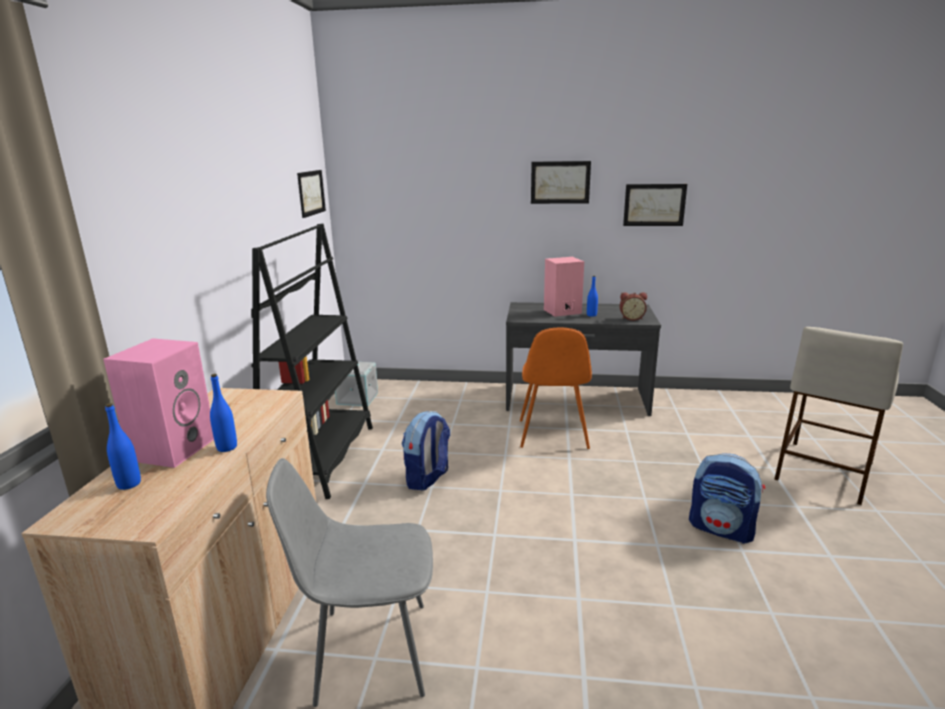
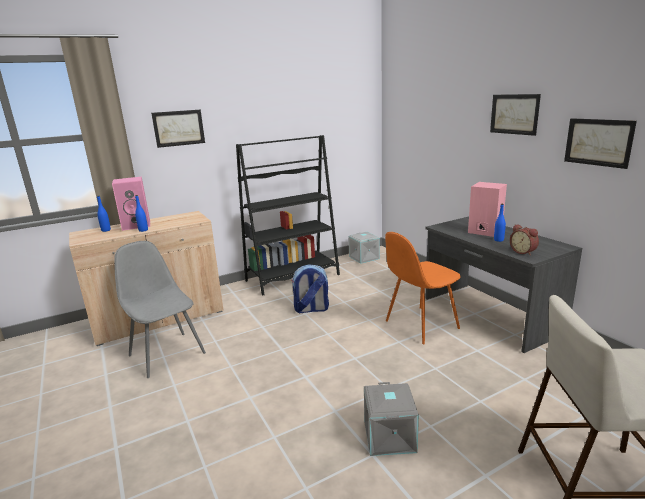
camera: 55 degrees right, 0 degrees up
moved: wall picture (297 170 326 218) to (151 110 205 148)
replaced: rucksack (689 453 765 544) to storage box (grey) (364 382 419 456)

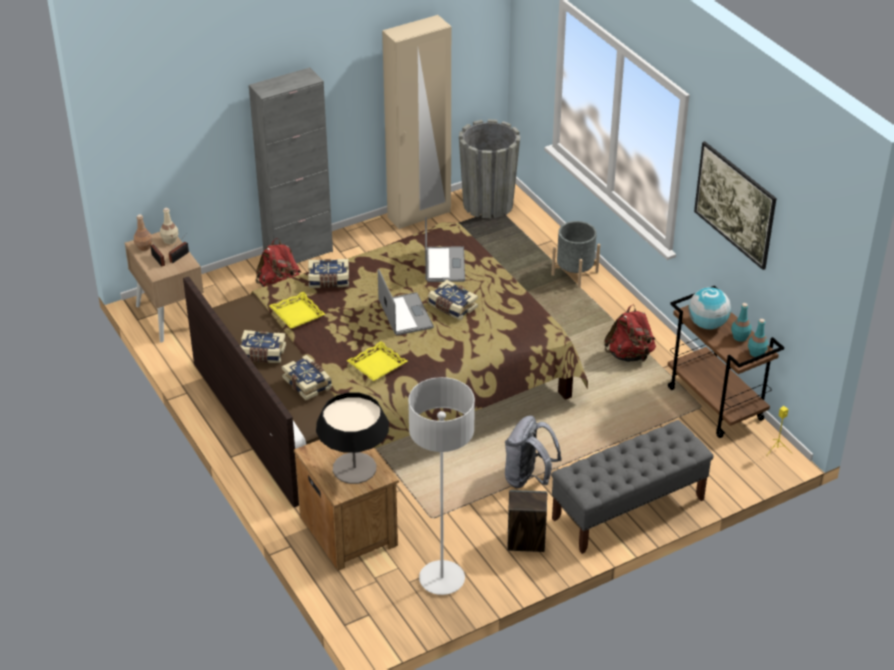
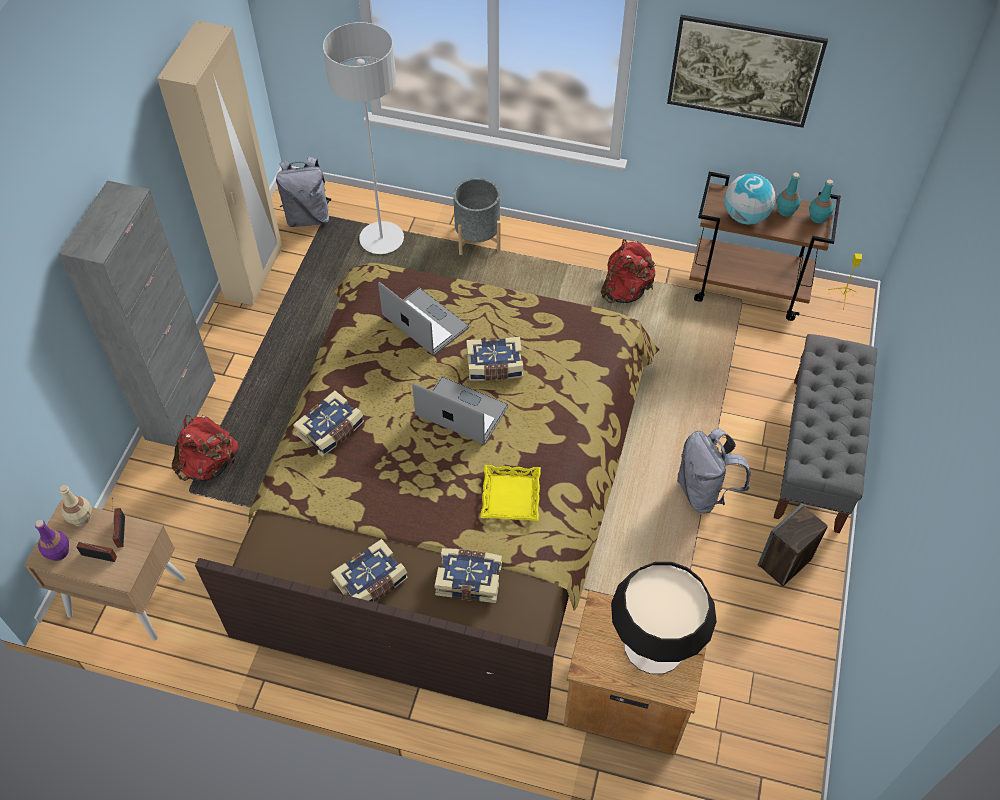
camera: 45 degrees left, 15 degrees up
removed: tray (yellowish) (269 292 325 329)
moved: standard lamp (grey) (408 377 475 595) to (323 22 404 254)
replaced: plant pot (grey) (459 119 521 218) to rucksack (grey) (276 157 331 227)
recoloured: bottle (brownish) (134 214 152 251) to bottle (purple-coloured) (35 520 69 561)

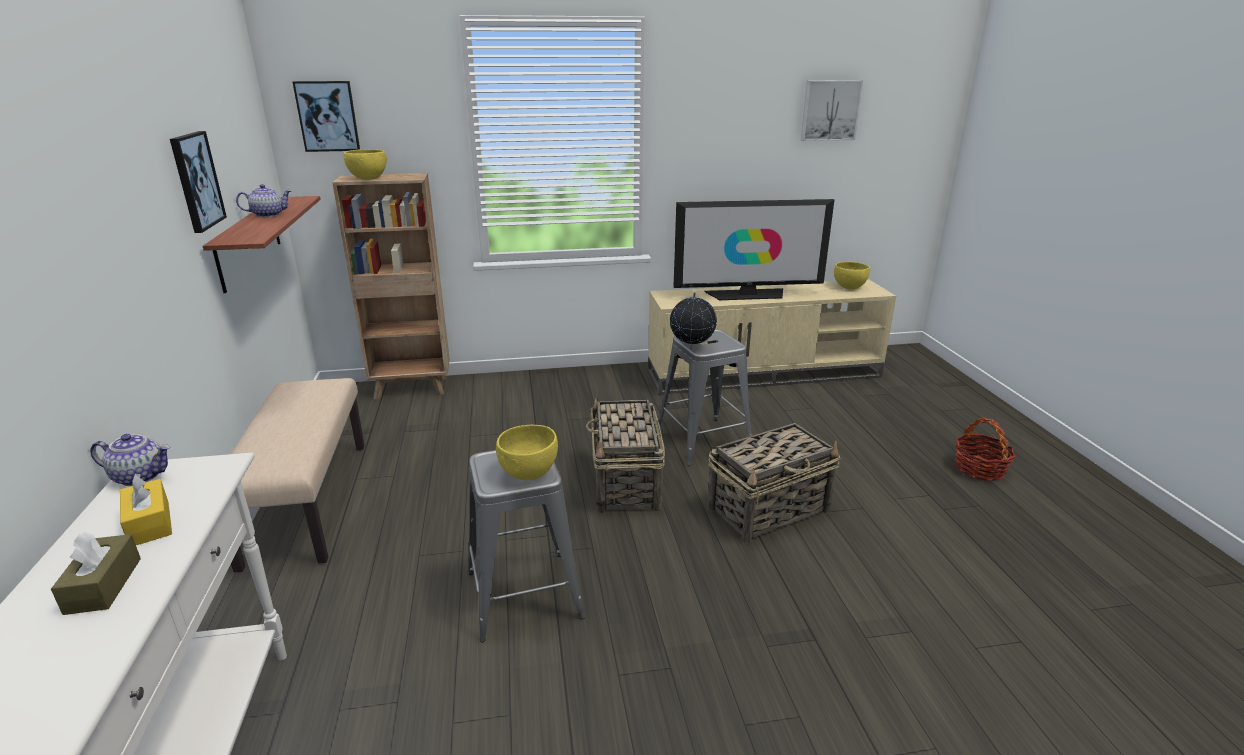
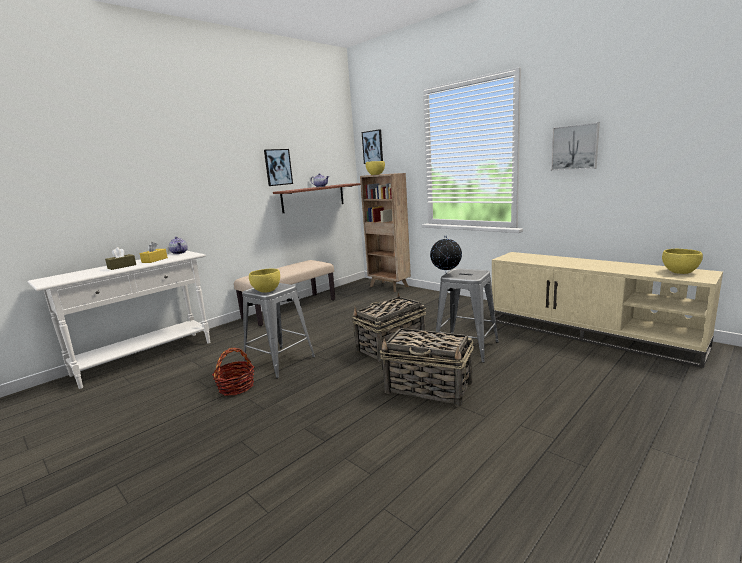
camera: 55 degrees right, 10 degrees down
removed: TV set (673 199 835 300)
moved: wall picture (801 80 863 141) to (551 122 600 171); basket (954 417 1015 481) to (212 348 254 395)

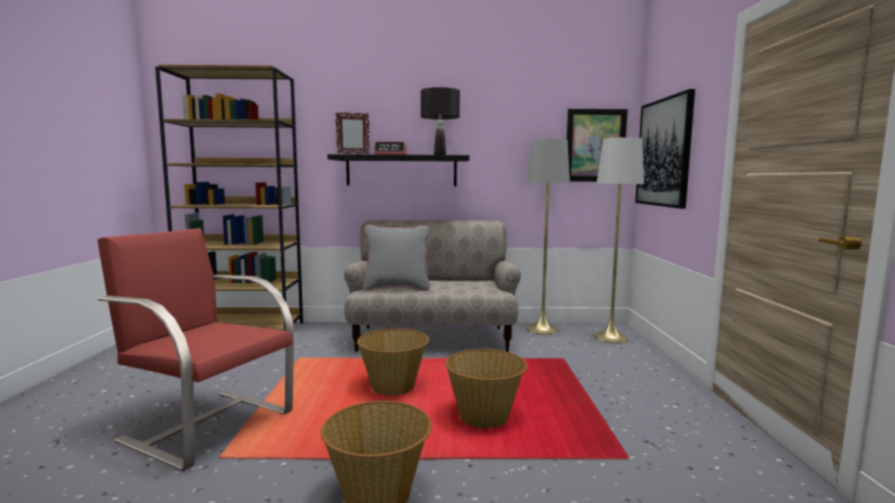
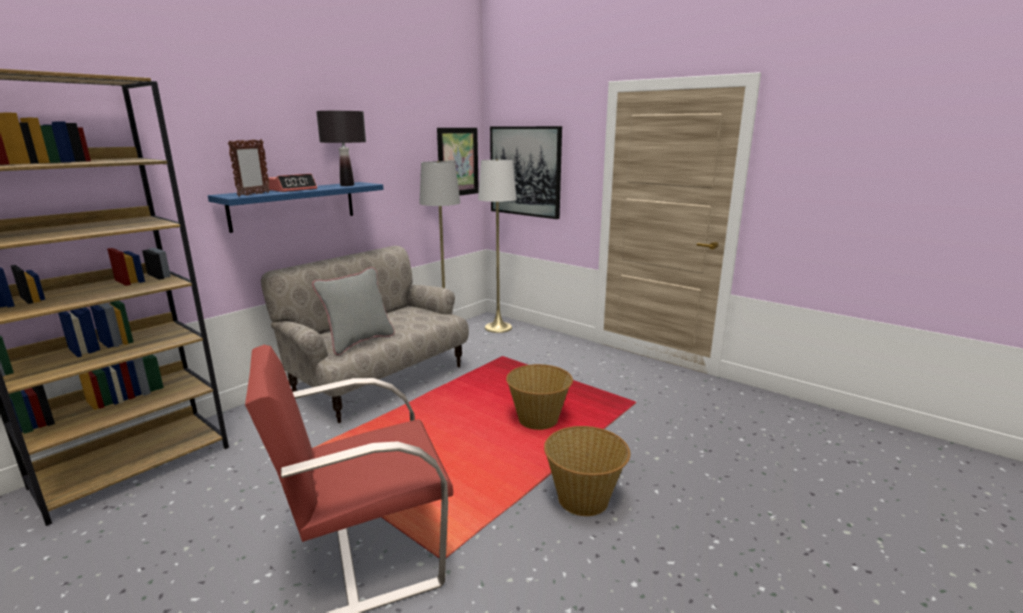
camera: 50 degrees left, 10 degrees up
removed: basket (357 328 429 395)
recoloured: bracket shelf (black-coloured) (327 154 469 186) to bracket shelf (blue-coloured) (208 182 384 233)

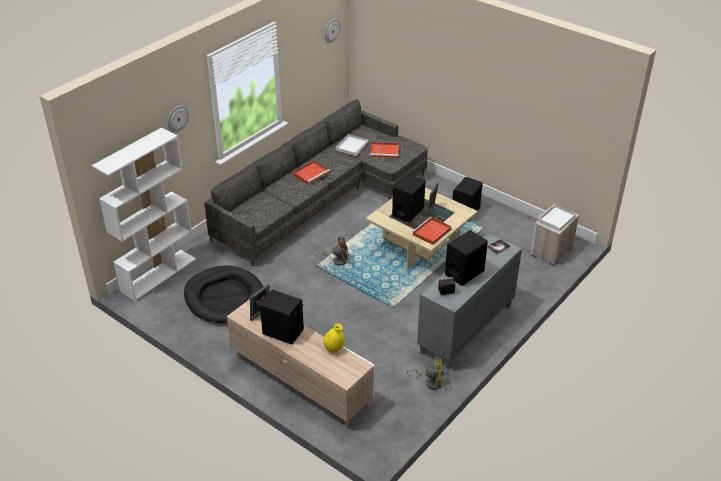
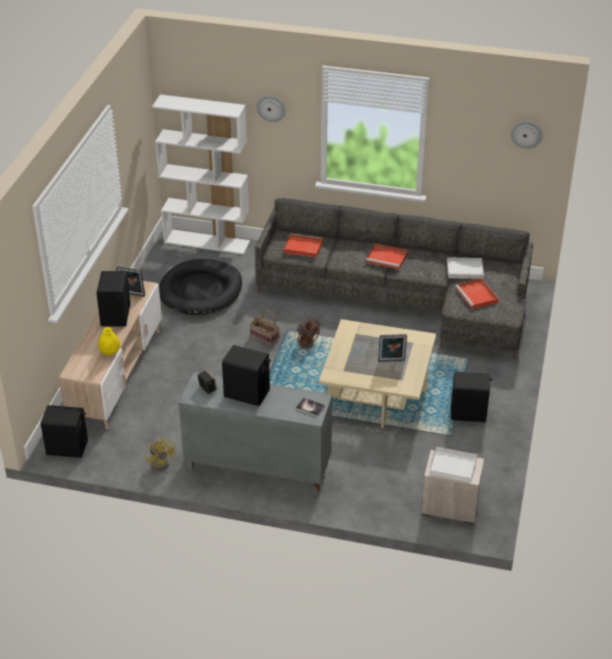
camera: 65 degrees right, 0 degrees up
added: basket (250 310 280 346)
moved: audio speaker (black-coloured) (392 174 425 223) to (41 405 88 458); tray (reddish) (412 217 451 245) to (283 233 323 258)

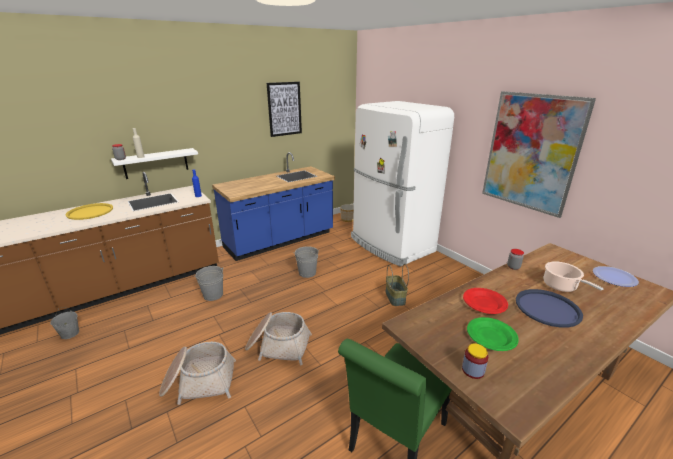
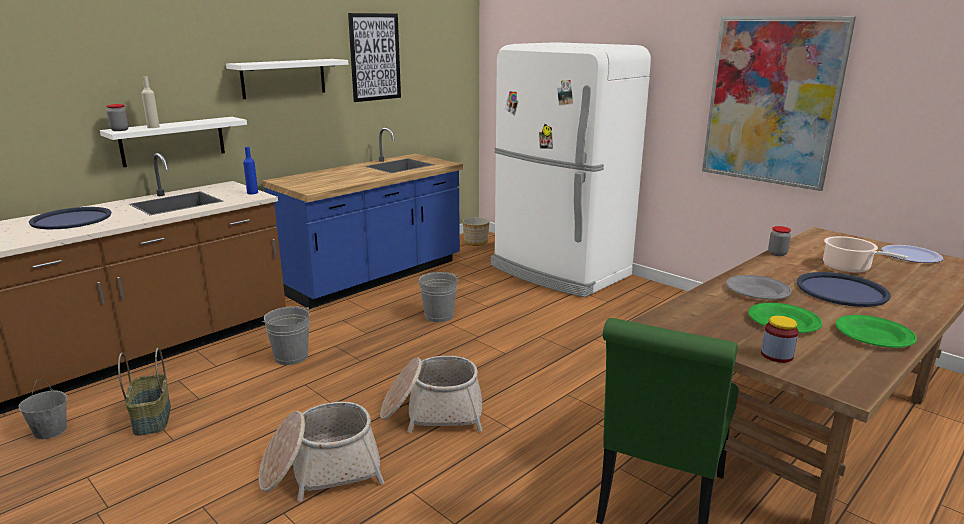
camera: 10 degrees left, 5 degrees down
added: bracket shelf (whitish) (226 59 348 99); flat dish (greenish) (835 315 917 348)
moved: basket (386 264 409 306) to (118 348 171 436)
recoloured: tray (yellowish) (66 203 113 220) to tray (blue-coloured) (29 207 111 229); flat dish (reddish) (463 288 508 314) to flat dish (grey) (726 275 792 299)

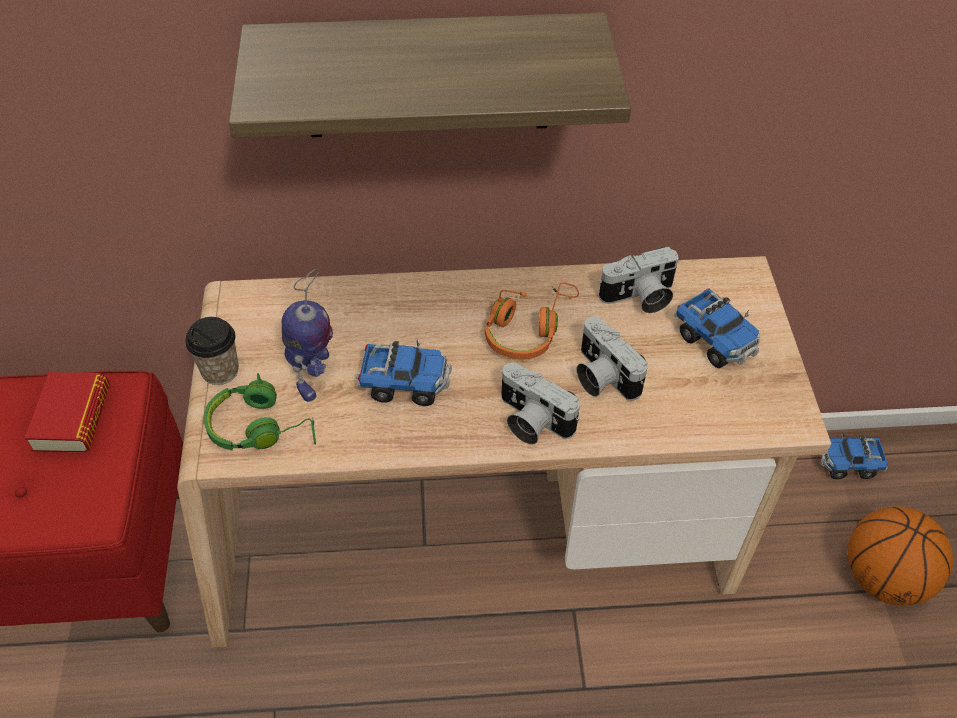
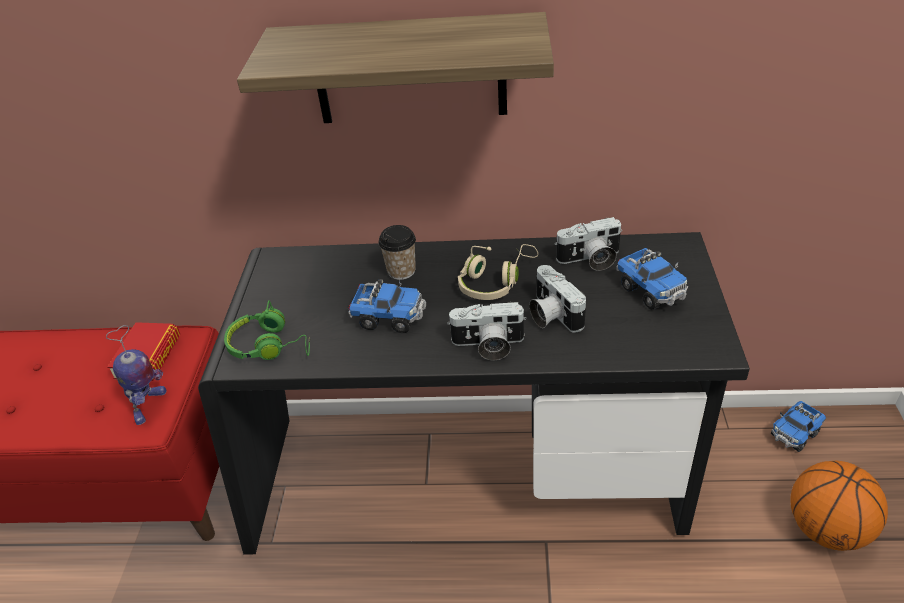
camera: 10 degrees right, 10 degrees down
moved: cup (185 317 239 385) to (378 225 416 280); model robot (282 269 333 402) to (106 325 167 425)
recoloured: desk (beige-coloured) (177 256 831 648) to desk (black-coloured) (198 232 750 554); headphones (orangey) (485 282 579 359) to headphones (beige-coloured) (458 244 538 300)
turned: still camera (501 363 580 445) = (447 302 527 360) 45 degrees counterclockwise; toy lorry (819 432 888 479) = (771 401 826 452) 45 degrees counterclockwise

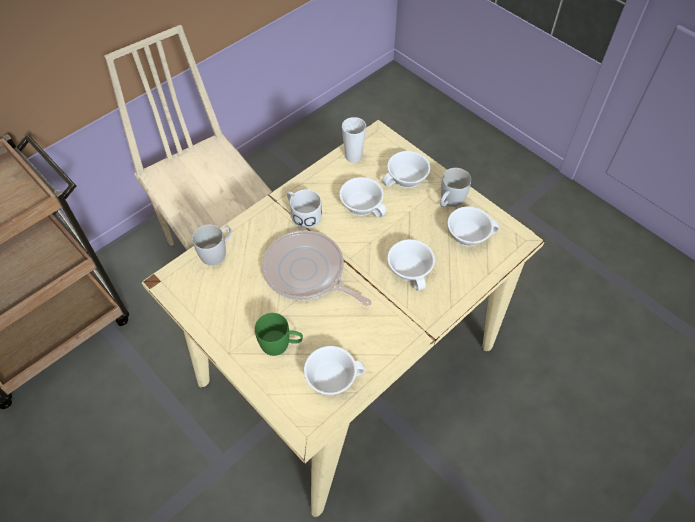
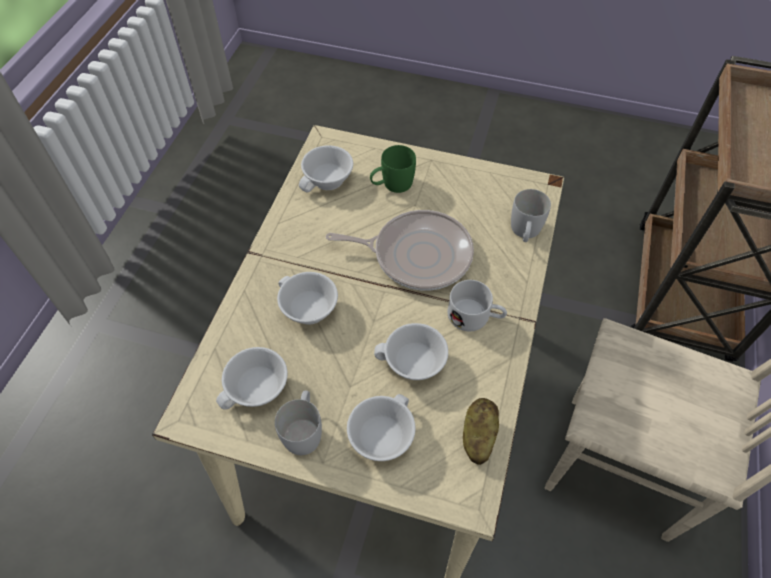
camera: 150 degrees right, 0 degrees up
replaced: cup (342 117 366 163) to whole potato (463 398 499 465)

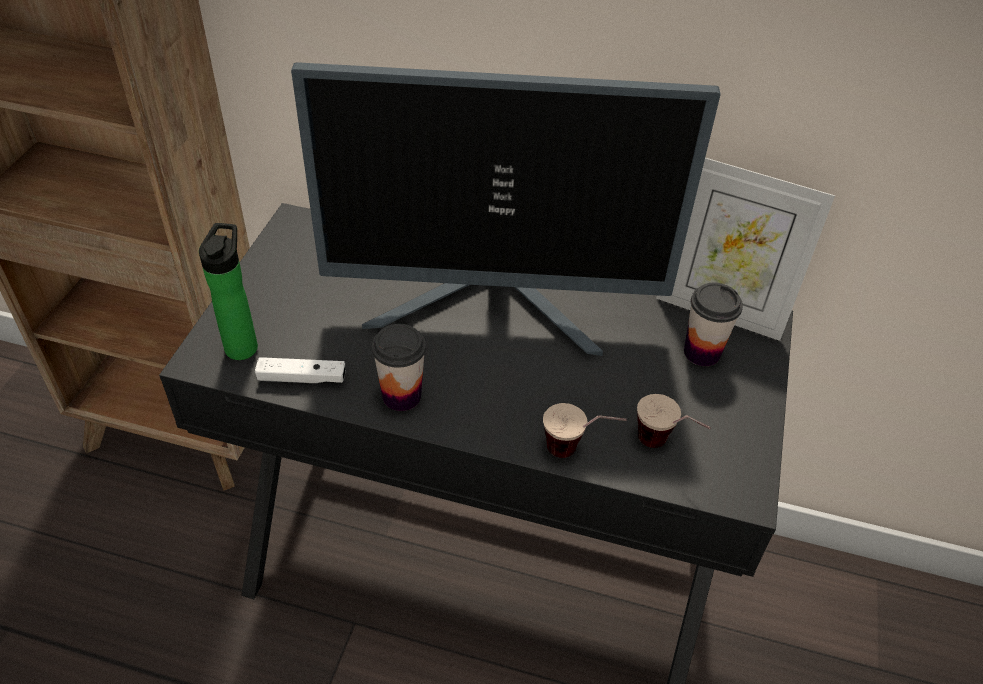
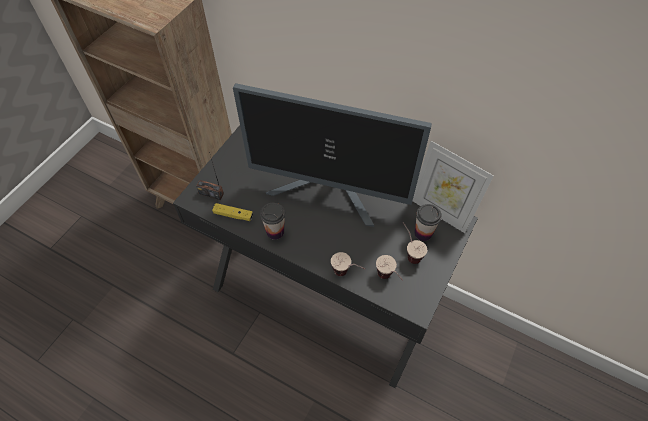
camera: 15 degrees right, 10 degrees up
added: cup (403 222 427 264)
replaced: bottle (199 223 258 360) to radio (196 152 224 200)
recoloured: joypad (whitish) (255 357 346 383) to joypad (yellowish) (212 203 253 221)

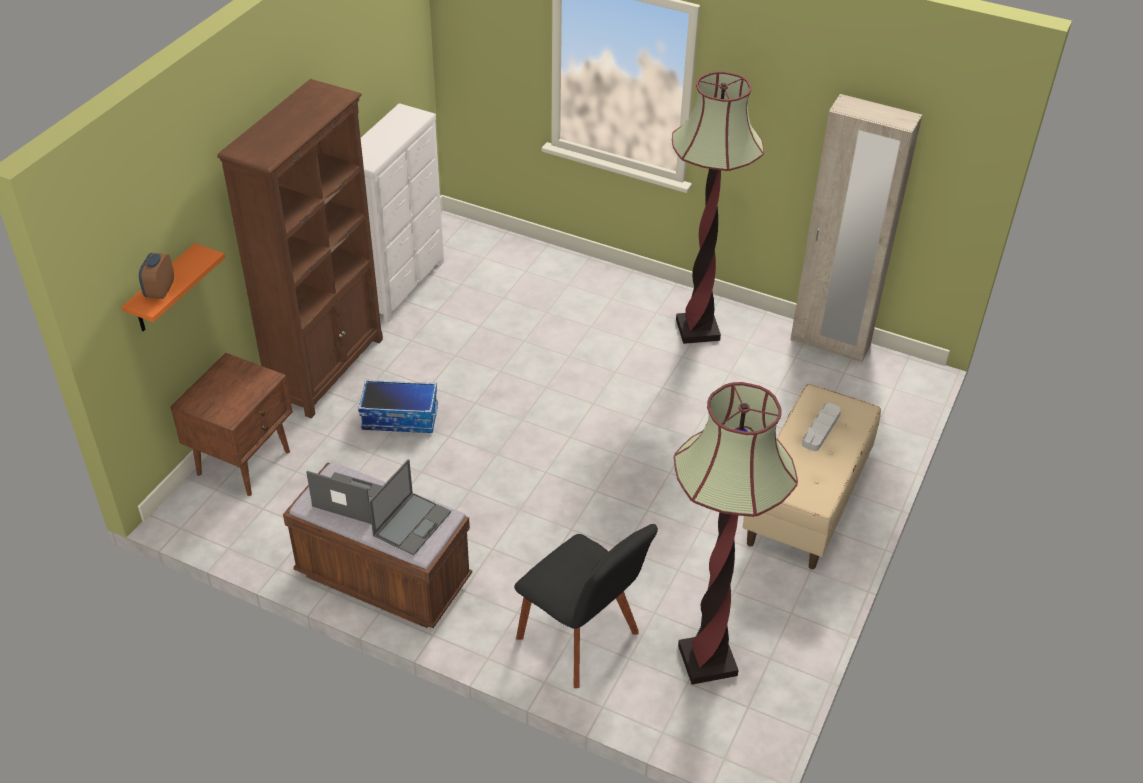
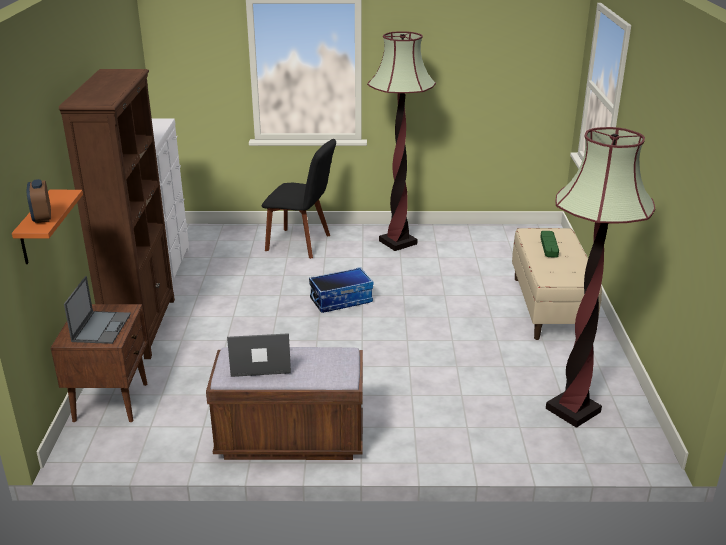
camera: 25 degrees left, 15 degrees down
removed: wardrobe (beige-coloured) (791 94 922 363)
moved: storage box (358 379 438 433) to (309 267 374 313); notebook computer (369 459 451 555) to (64 276 131 344); upright chair (black-coloured) (514 524 658 688) to (262 139 336 259)
recoloured: tray (grey) (802 403 841 451) to tray (greenish) (540 231 559 258)

